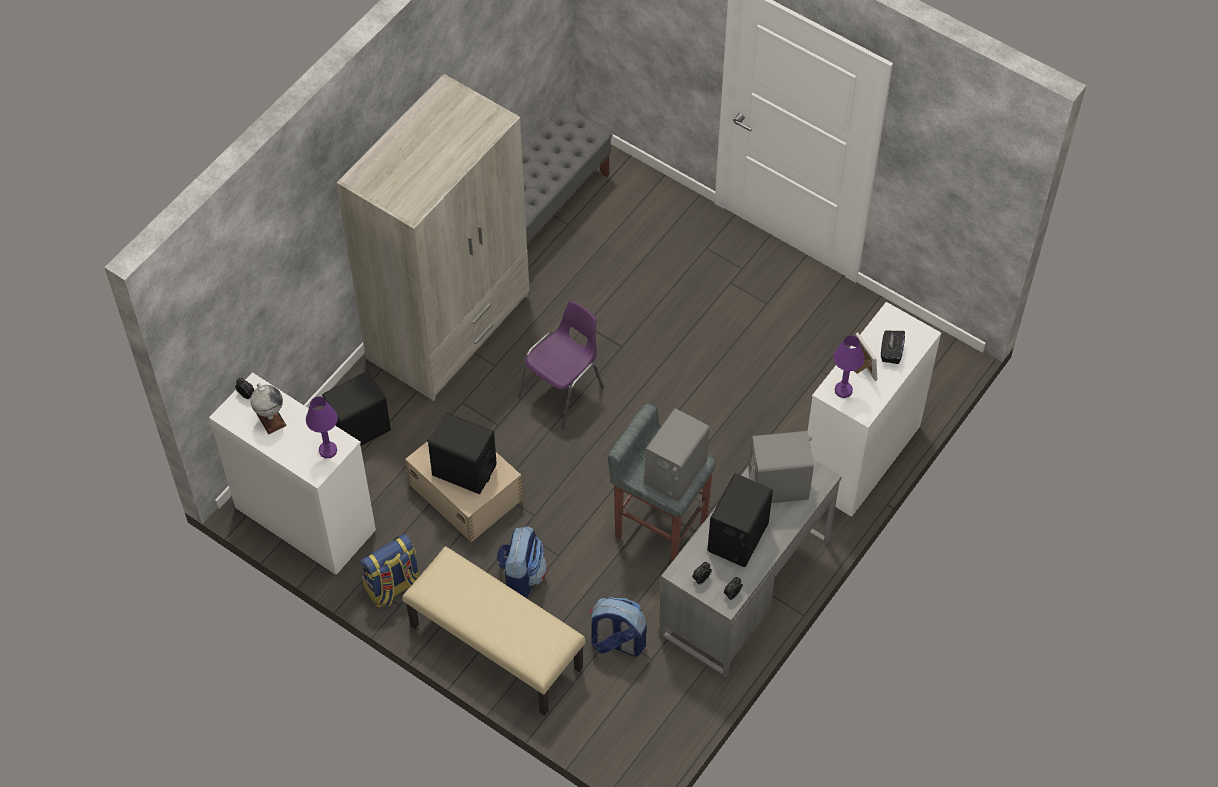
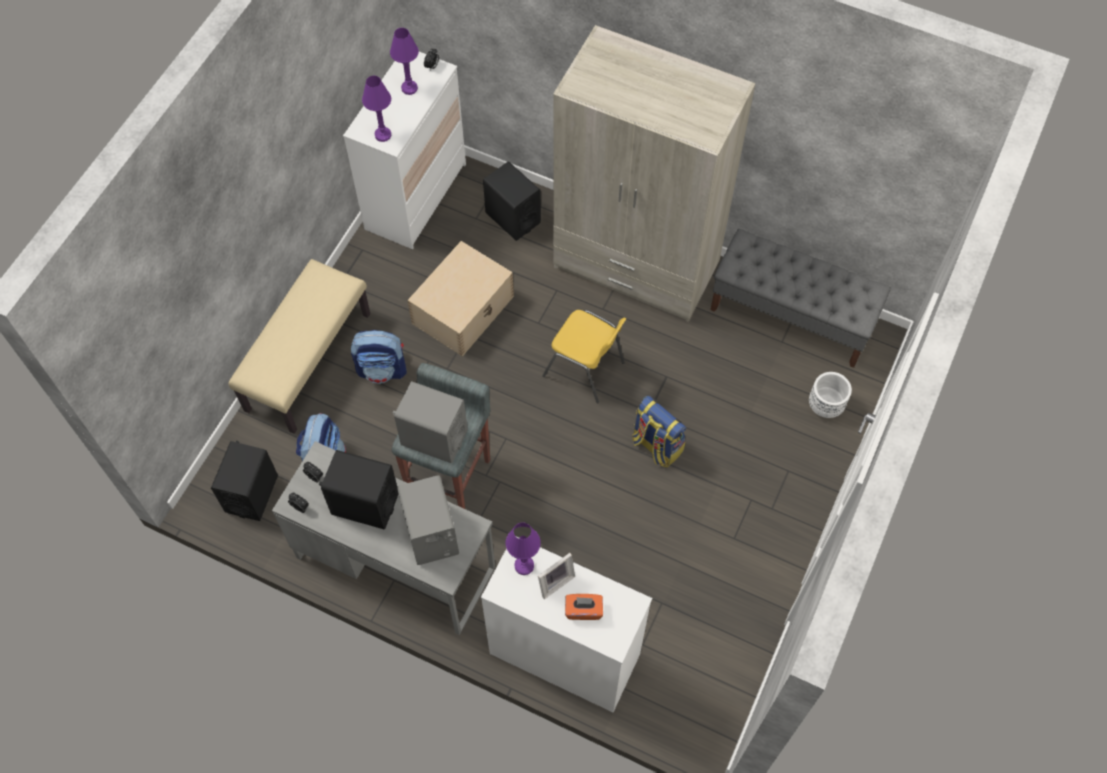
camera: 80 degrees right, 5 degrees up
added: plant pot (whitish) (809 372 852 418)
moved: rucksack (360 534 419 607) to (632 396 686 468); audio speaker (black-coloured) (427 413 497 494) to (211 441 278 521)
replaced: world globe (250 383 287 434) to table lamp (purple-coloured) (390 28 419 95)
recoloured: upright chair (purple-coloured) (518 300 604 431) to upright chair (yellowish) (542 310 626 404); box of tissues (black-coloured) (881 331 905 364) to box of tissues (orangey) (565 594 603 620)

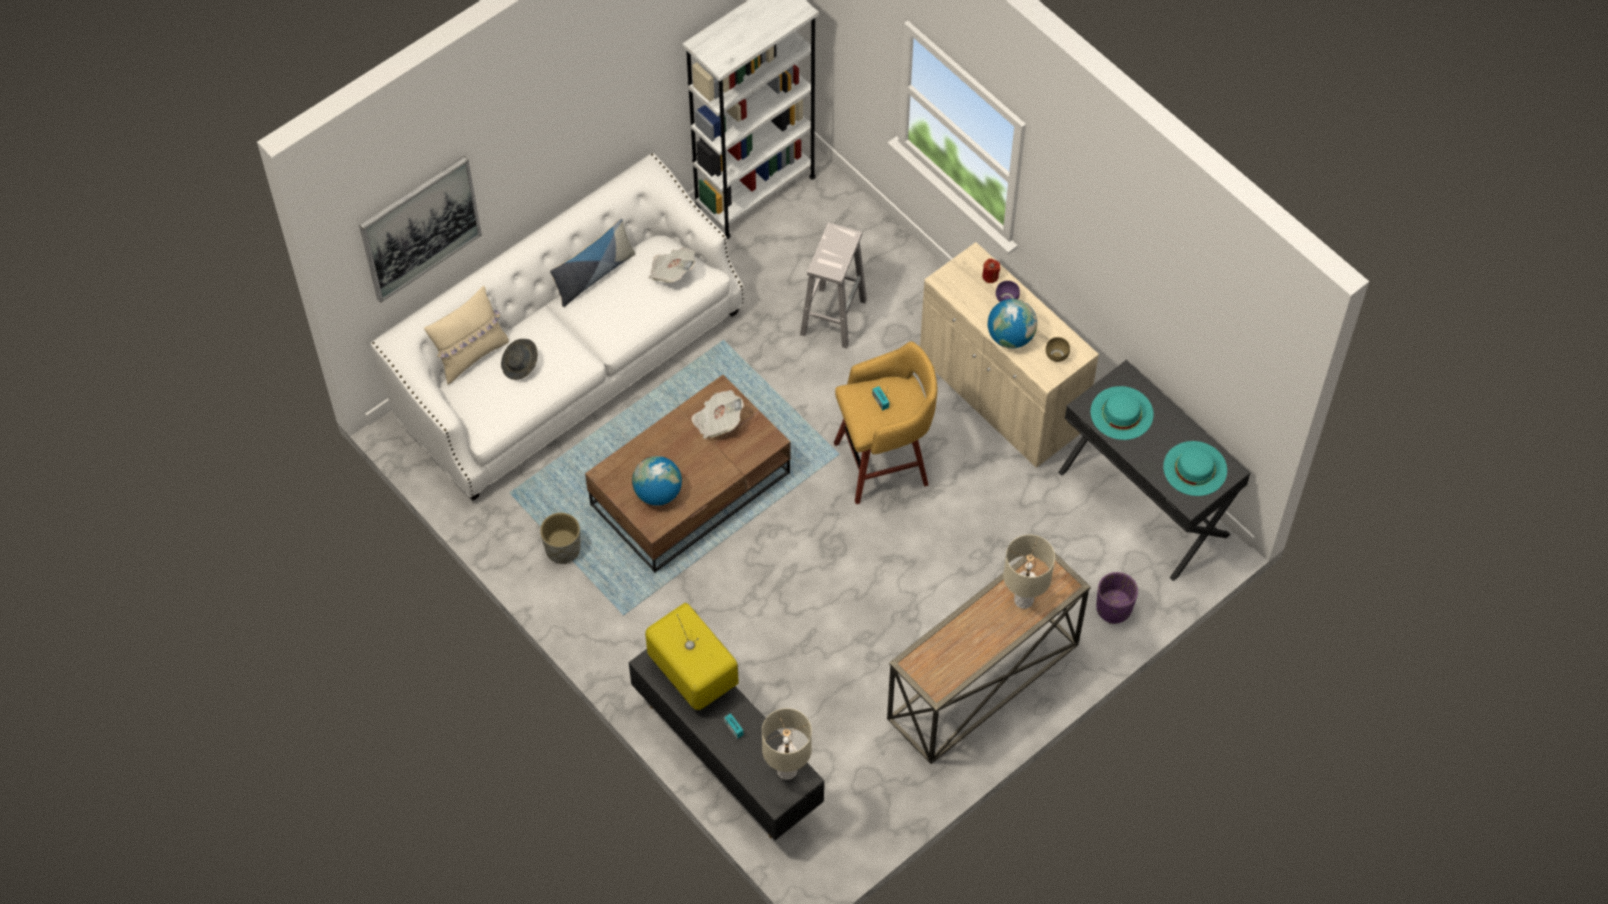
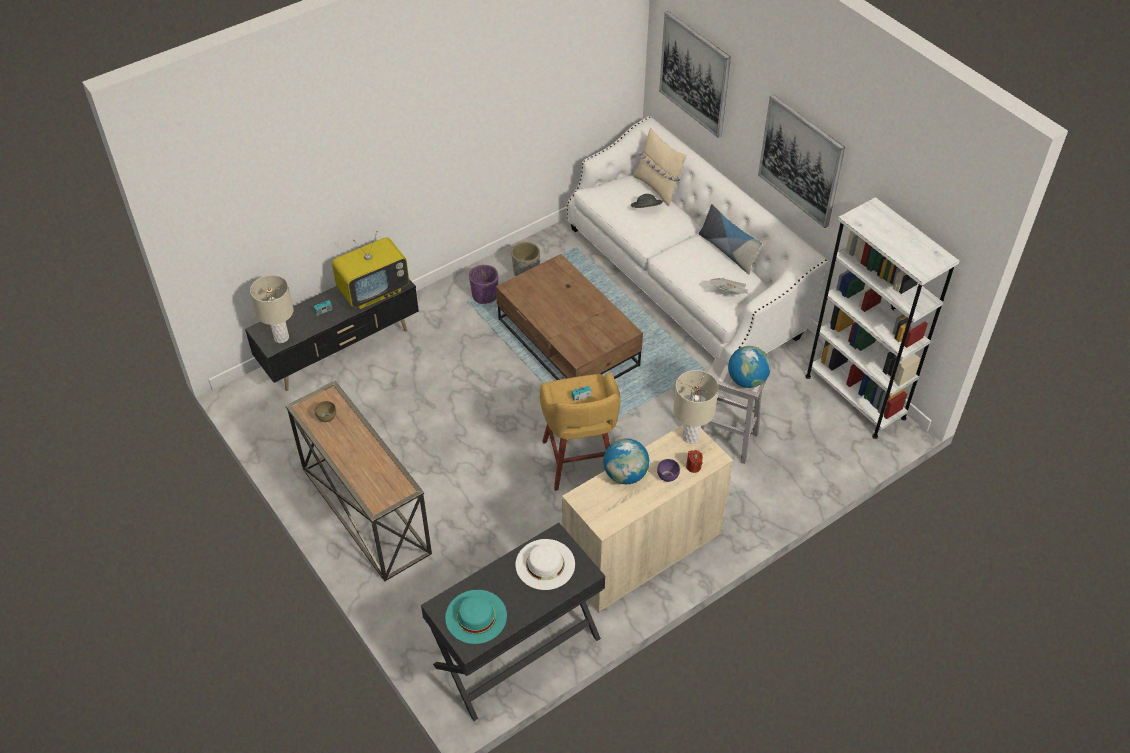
camera: 95 degrees right, 10 degrees down
removed: daily paper (691 390 744 439)
added: wall picture (758 95 845 228)
moved: world globe (632 456 682 506) to (728 346 771 388); table lamp (beige-coloured) (1003 535 1055 609) to (673 370 719 444); serving bowl (brownish) (1046 337 1070 362) to (315 401 336 422); plant pot (purple-coloured) (1096 572 1138 624) to (469 265 498 304)
recoloured: clothing hat (turquoise) (1091 386 1154 440) to clothing hat (whitish) (516 539 575 590)

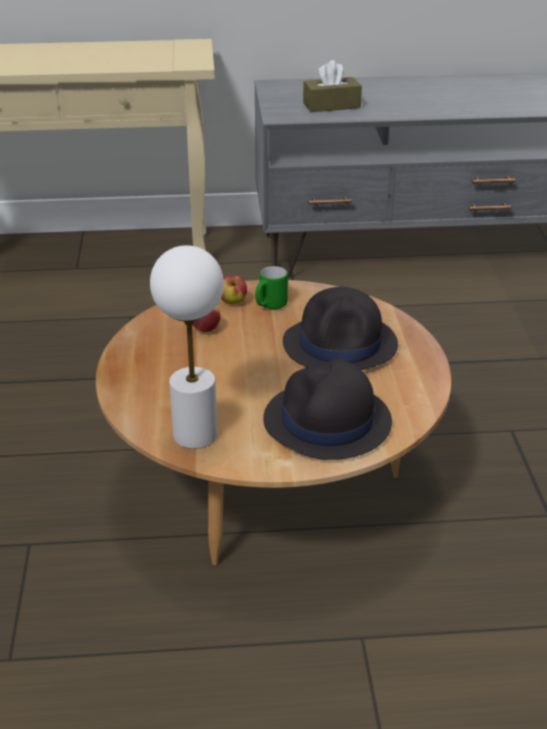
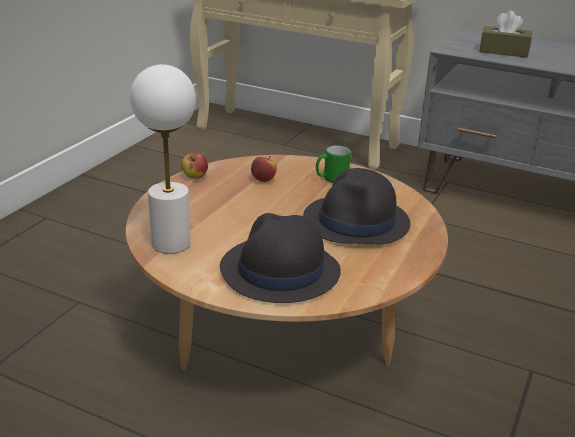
camera: 30 degrees right, 5 degrees down
moved: apple fruit (221 275 247 304) to (181 153 208 179)

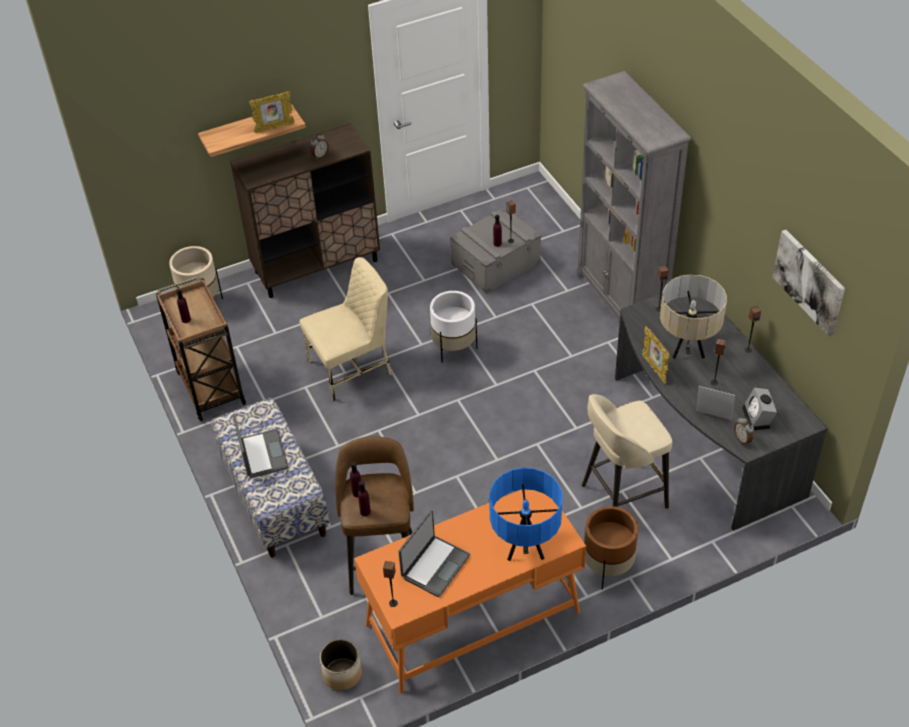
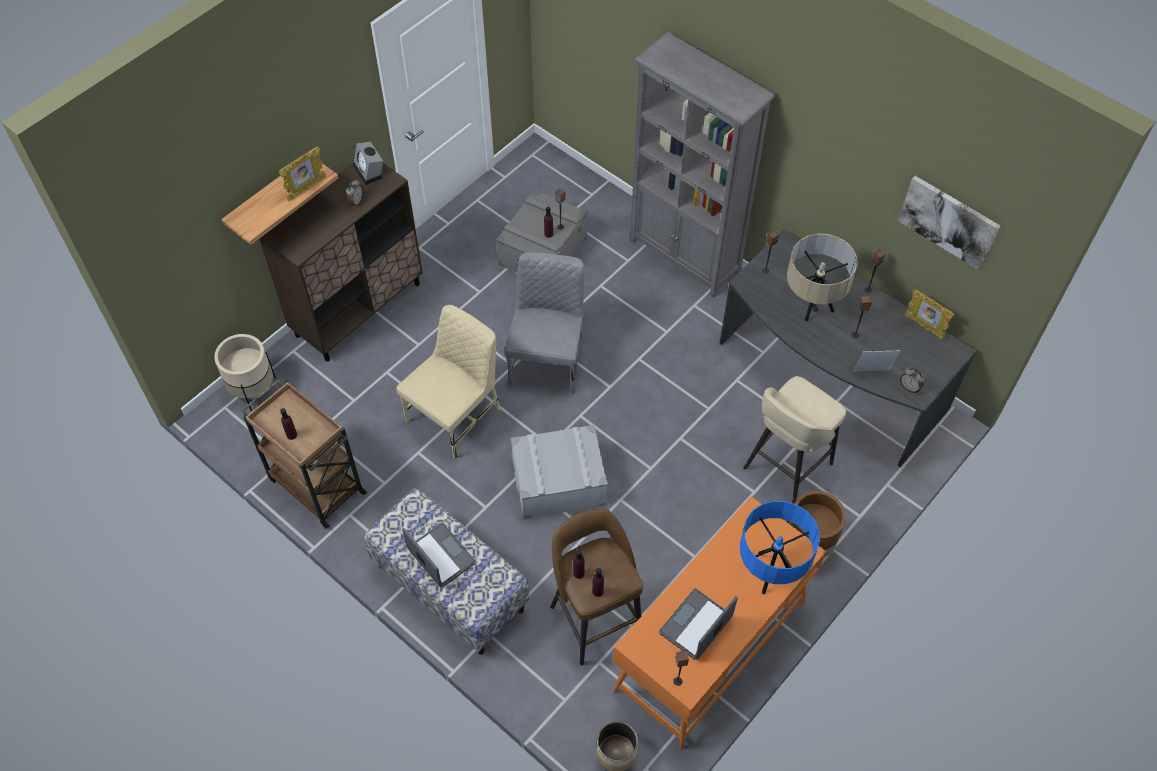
camera: 25 degrees left, 10 degrees up
added: storage box (grey) (511 425 608 519)
moved: photo frame (642 326 670 384) to (905 289 954 340); alarm clock (742 388 777 430) to (353 142 383 185)
replaced: plant pot (whitish) (430 291 477 363) to upright chair (grey) (505 252 584 394)
turned: notebook computer (398 510 470 597) = (659 588 738 660) 150 degrees counterclockwise

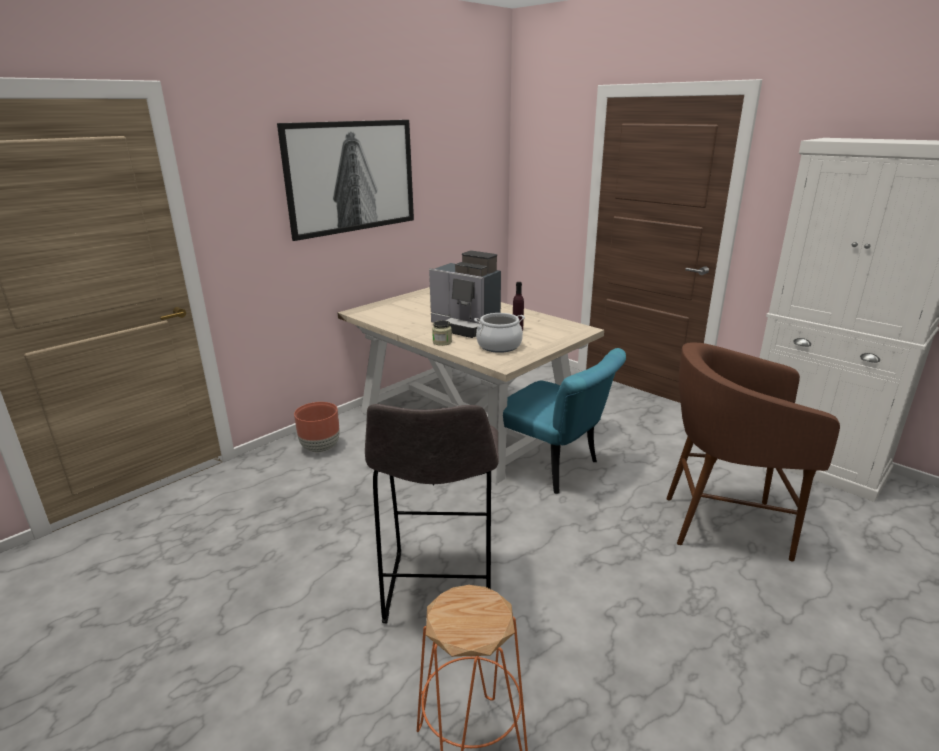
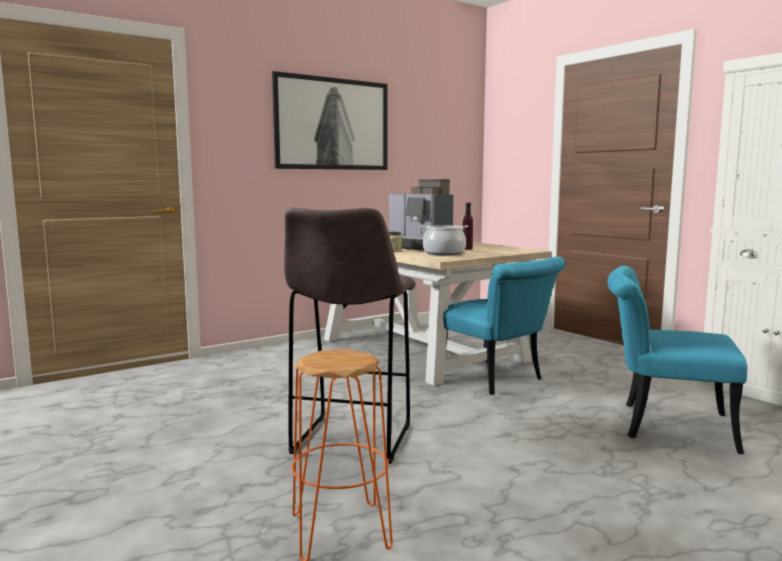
camera: 10 degrees right, 15 degrees down
removed: plant pot (brownish) (294 402 340 452)
replaced: sitting stool (brownish) (666 342 840 562) to upright chair (turquoise) (607 266 747 454)

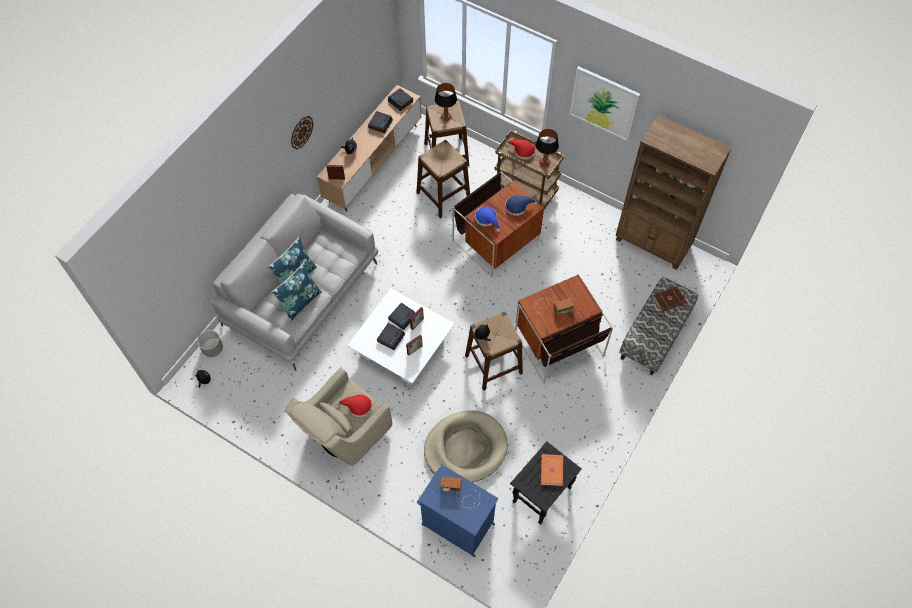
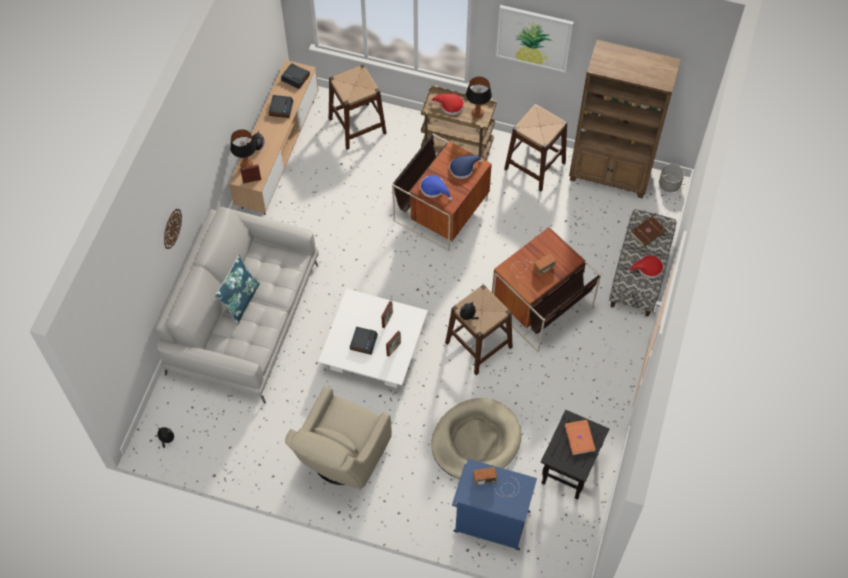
camera: 15 degrees left, 0 degrees up
removed: pillow (blue-coloured) (271 261 322 322); alarm clock (388 303 416 330)
moved: plant pot (grey) (197 330 223 357) to (659 164 684 192); wall clock (291 116 314 150) to (164 209 182 249); clothing hat (reddish) (337 394 372 417) to (627 255 663 278); sitting stool (brownish) (416 140 470 218) to (504 104 567 191); table lamp (435 83 457 121) to (230 129 256 168)

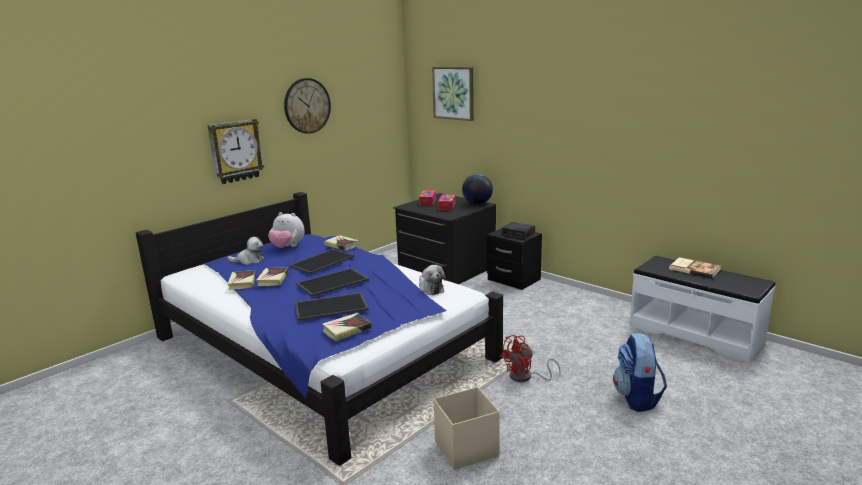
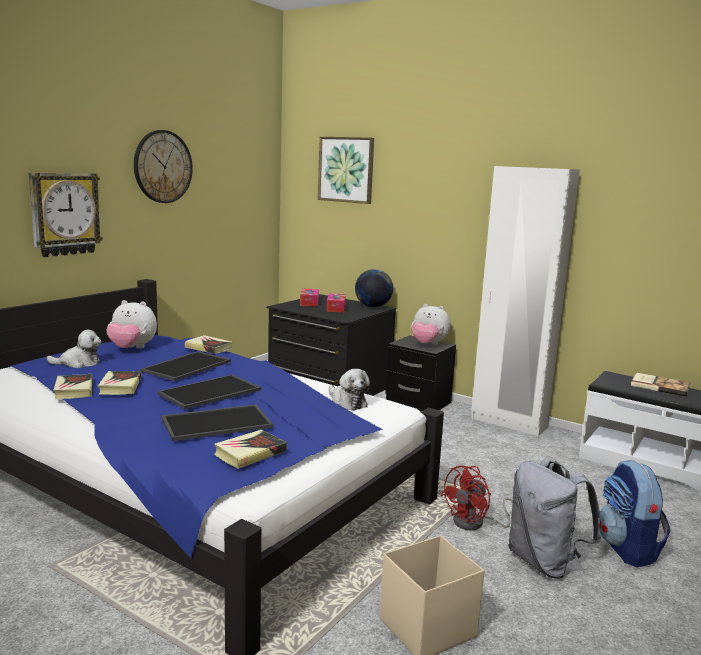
camera: 10 degrees left, 5 degrees down
added: wardrobe (whitish) (471 166 580 436); rucksack (grey) (508 460 601 579)
replaced: alarm clock (501 222 535 240) to cuddly toy (411 304 450 345)

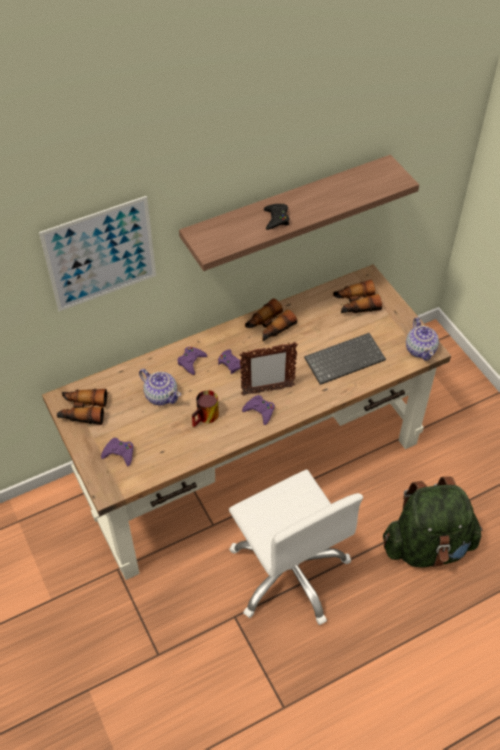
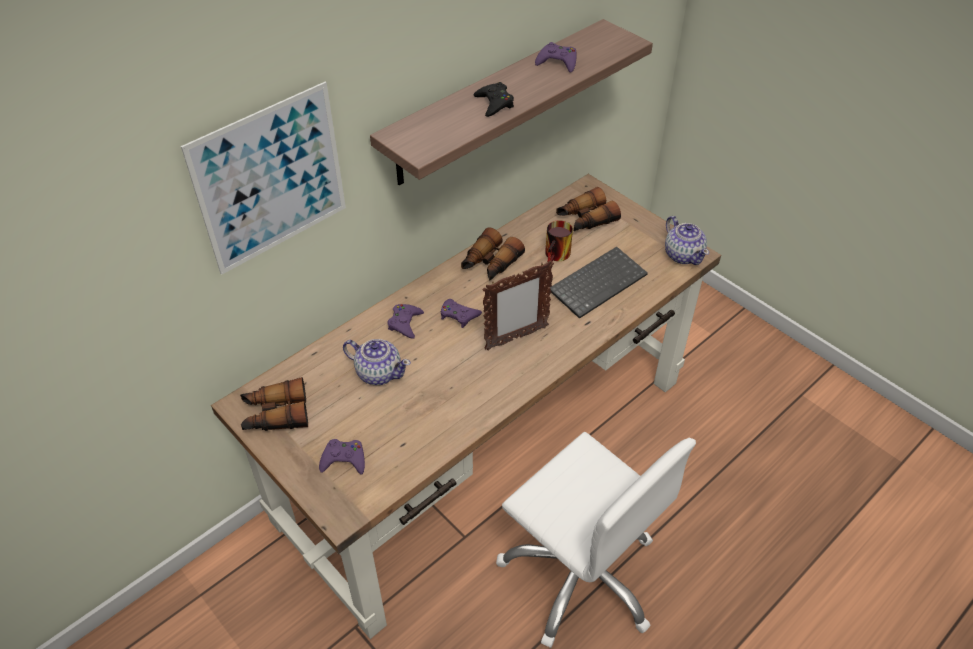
camera: 15 degrees left, 5 degrees down
removed: rucksack (greenish) (383 476 483 568)
moved: tea mug (192 390 219 427) to (545 220 573 263); joypad (purple-coloured) (242 395 275 425) to (535 42 577 73)

